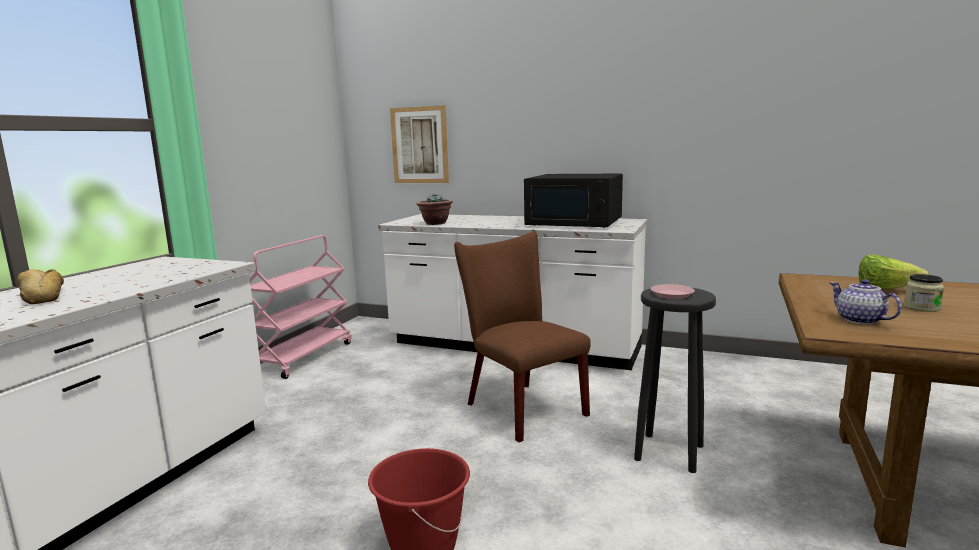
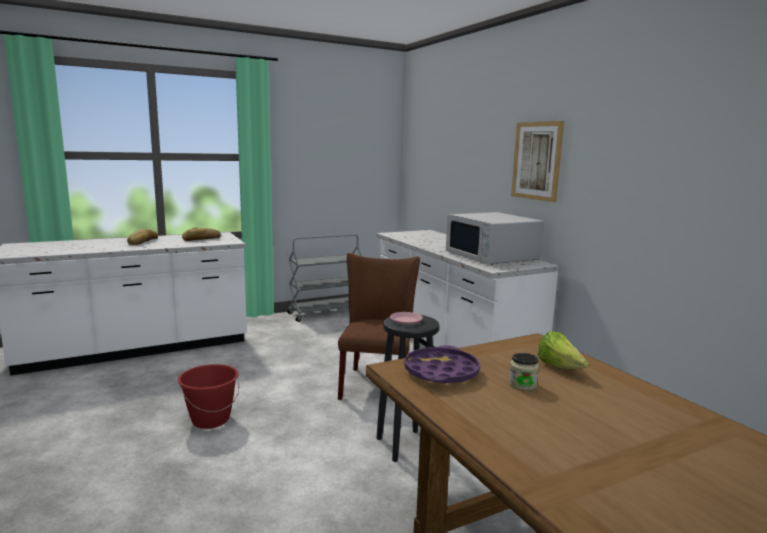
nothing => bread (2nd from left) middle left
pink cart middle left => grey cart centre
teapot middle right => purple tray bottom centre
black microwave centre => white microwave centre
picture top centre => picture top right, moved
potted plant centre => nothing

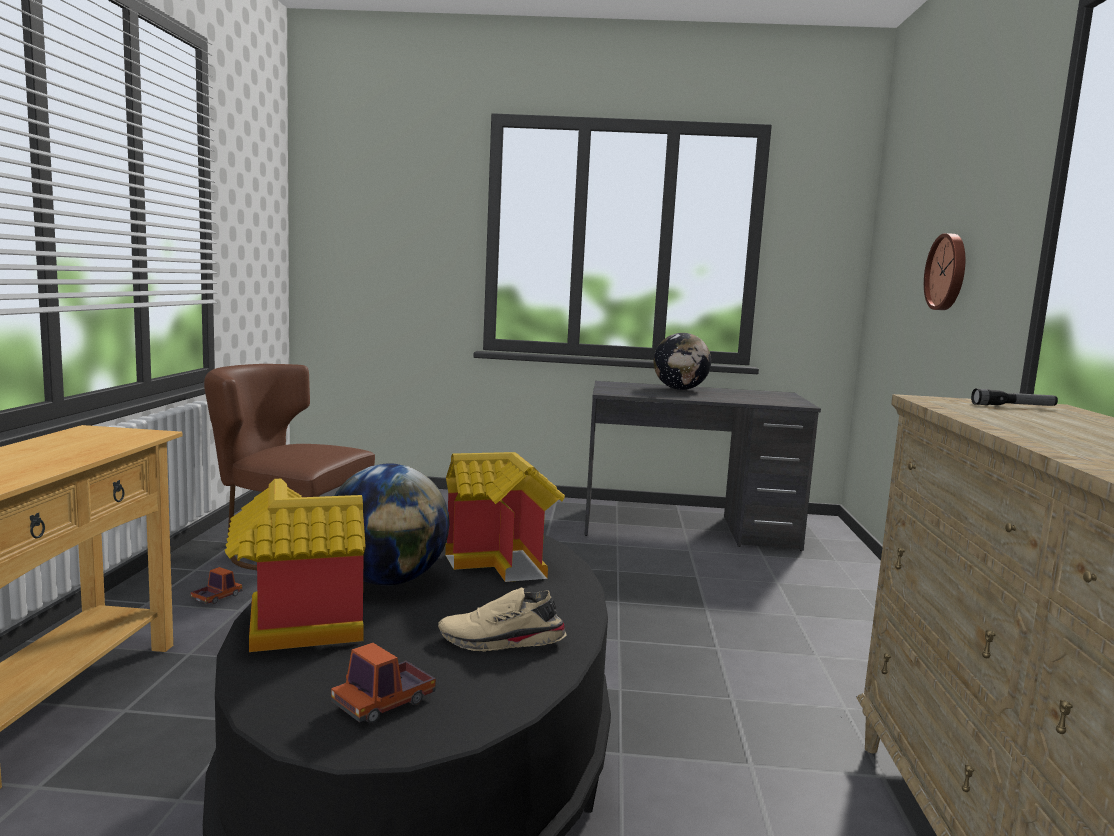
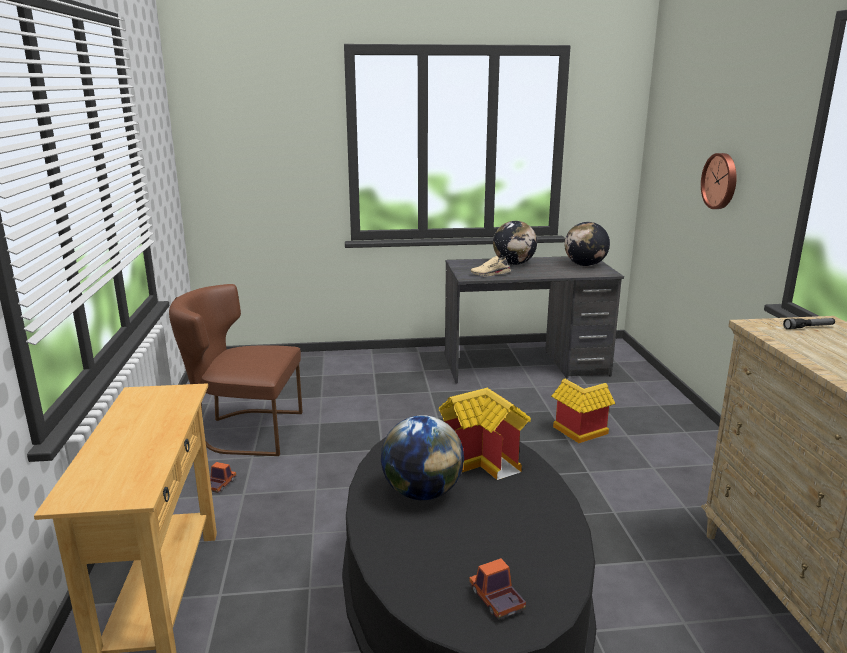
toy truck (2nd from left) bottom centre, 120 degrees clockwise
beige shoe bottom centre => beige shoe centre, moved
toy house (1st from left in the first image) bottom left => toy house (2nd from left) middle right, moved
nothing => globe (3rd from left) middle right

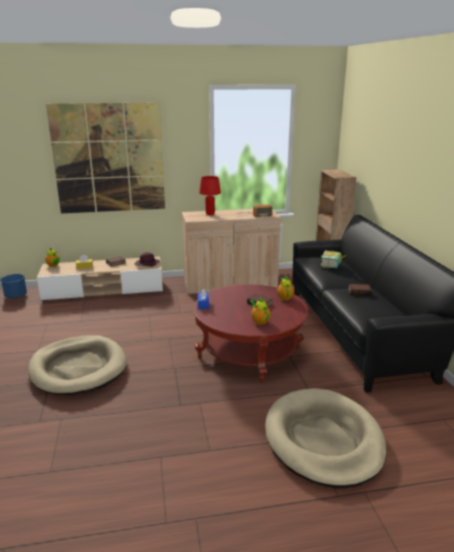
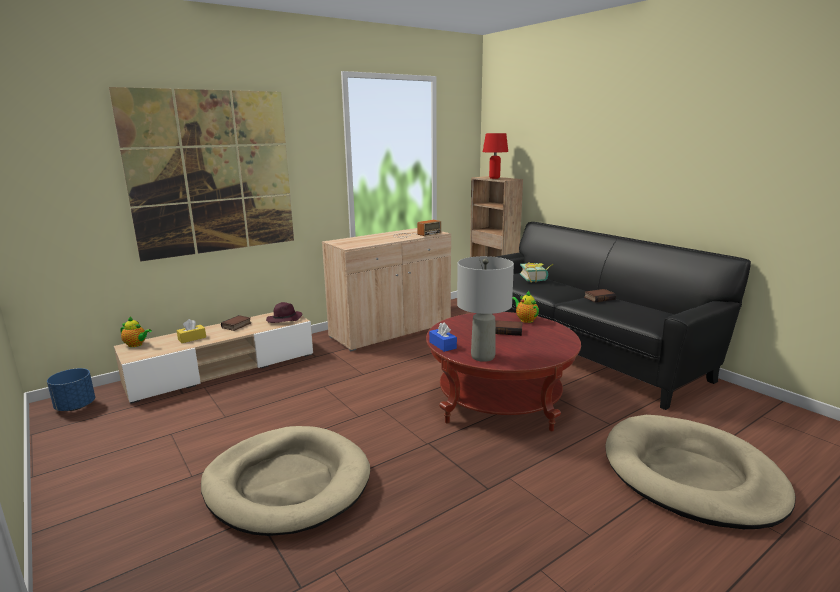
nothing => grey table lamp centre
red table lamp centre => red table lamp top centre, moved
teapot (2nd from left) centre => nothing

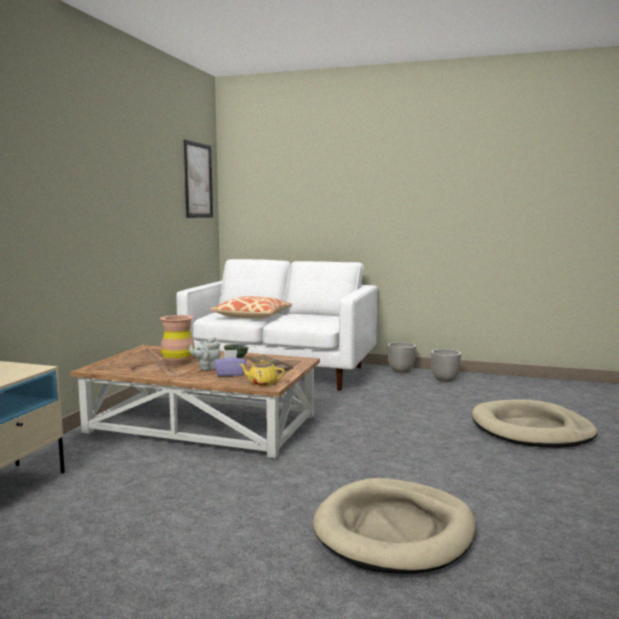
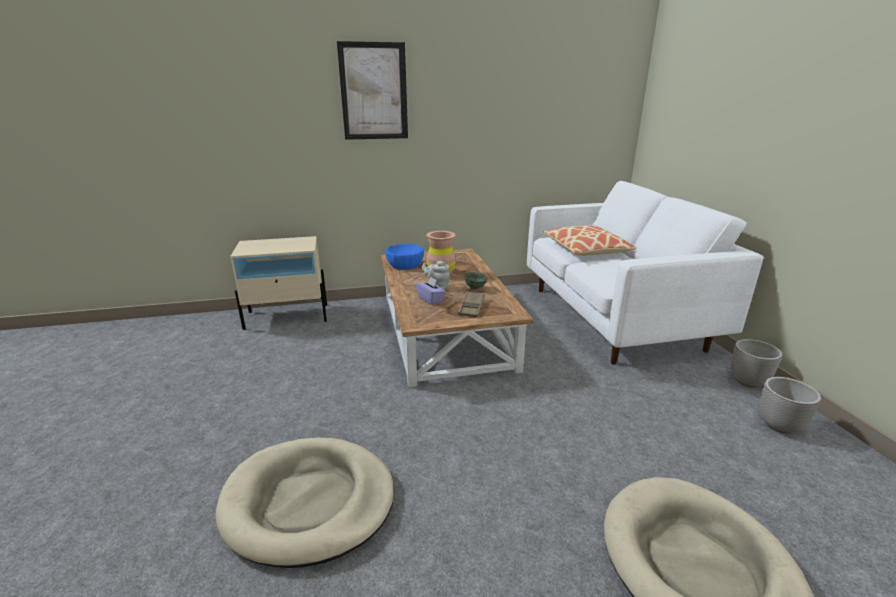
picture top left => picture top centre, moved
nothing => blue bowl centre
yellow teapot centre => nothing

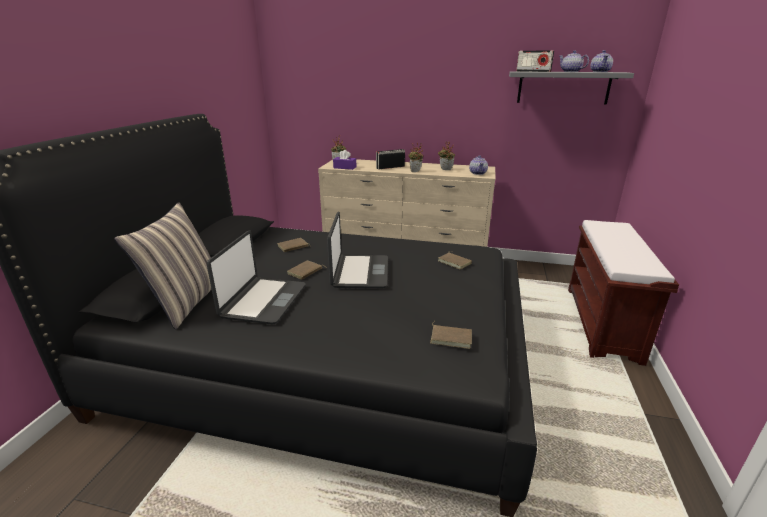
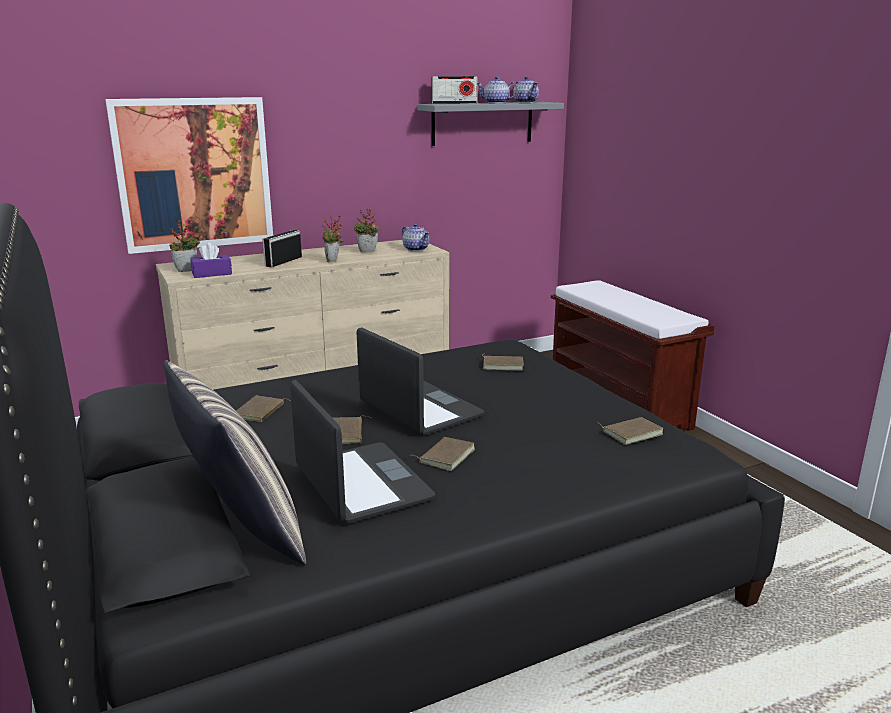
nothing => picture top left
nothing => brown book (3rd from left) centre

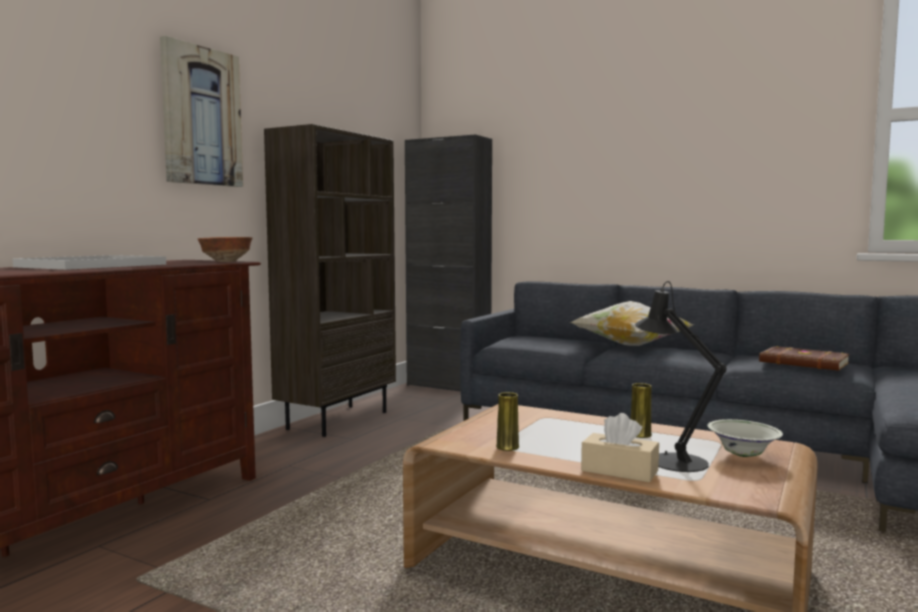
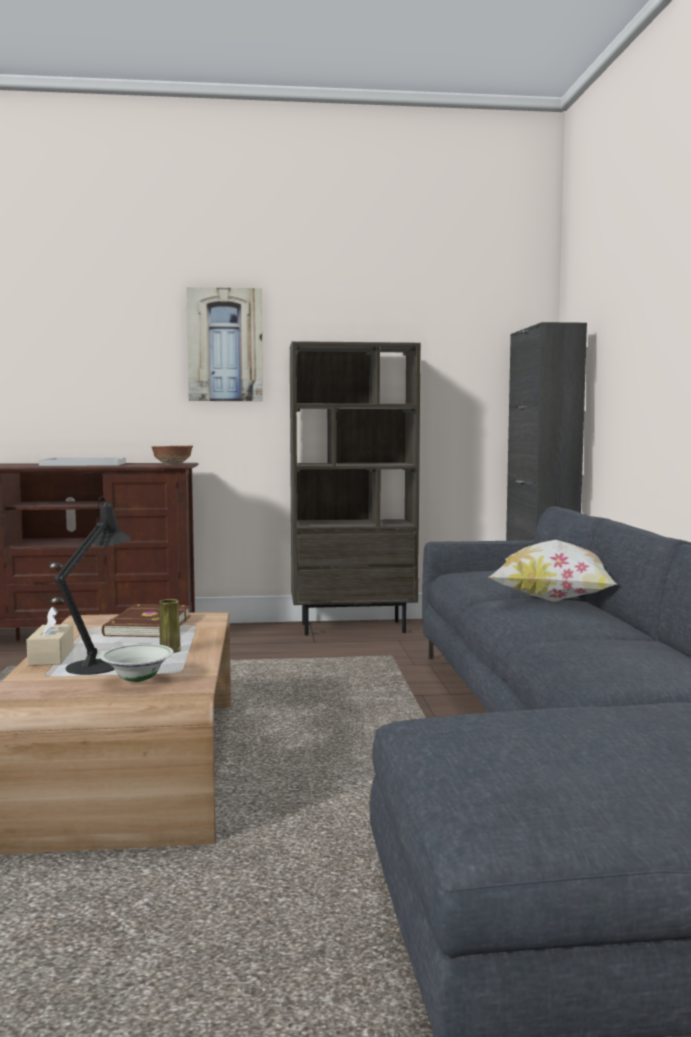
brown book middle right => brown book middle left, moved
yellow vase (1st from left) bottom centre => nothing

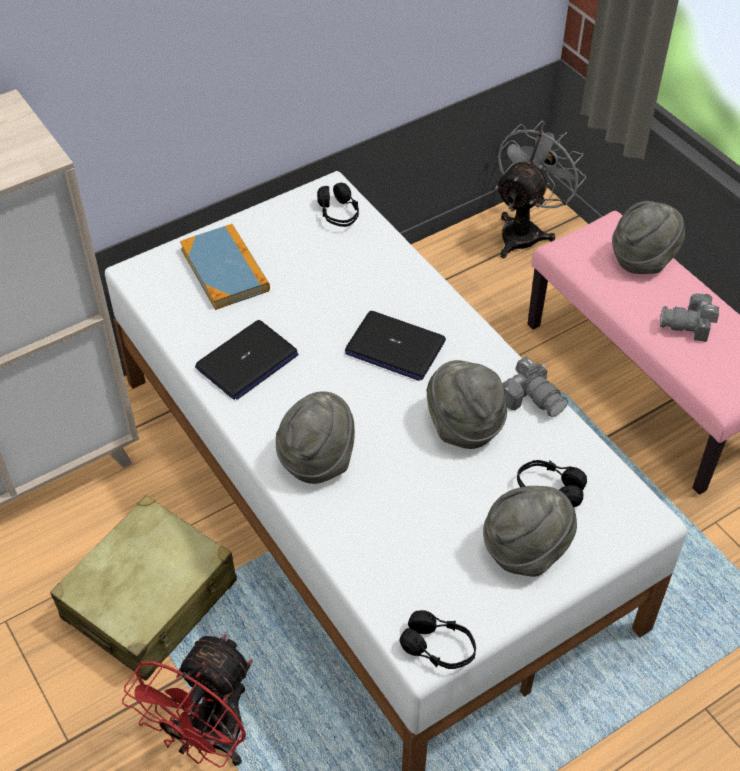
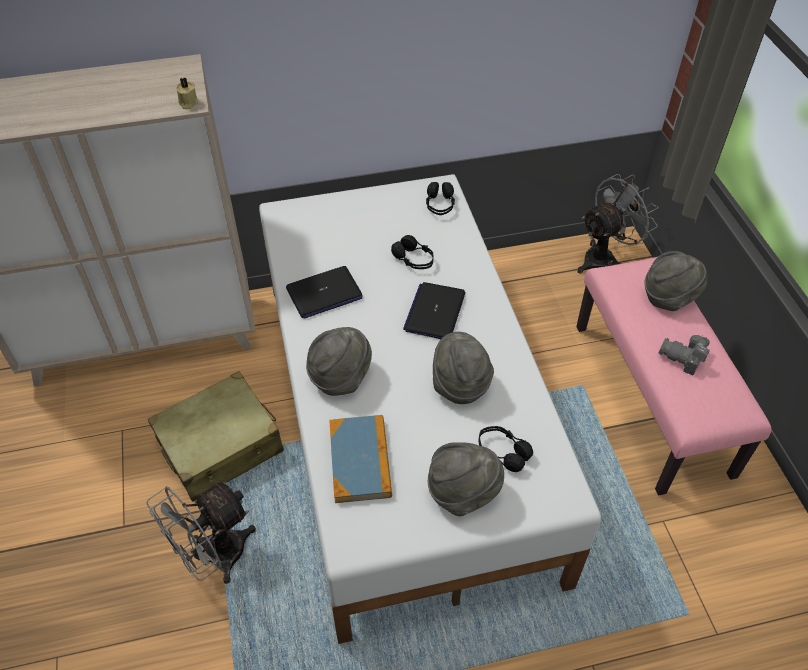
red fan bottom left => grey fan (1st from left) bottom left
nothing => beige candle top left
book middle left => book bottom centre, moved
black headphones (2nd from left in the first image) bottom centre => black headphones (1st from left) centre, moved
laptop (2nd from left) centre, 60 degrees clockwise
photo camera (1st from left) middle right => nothing

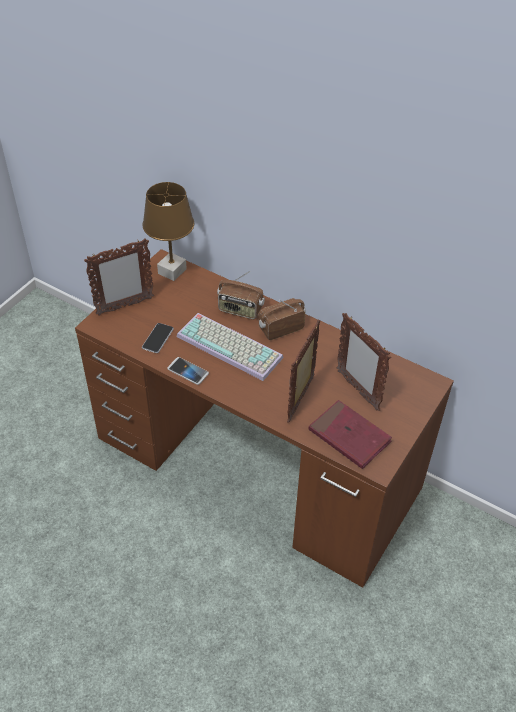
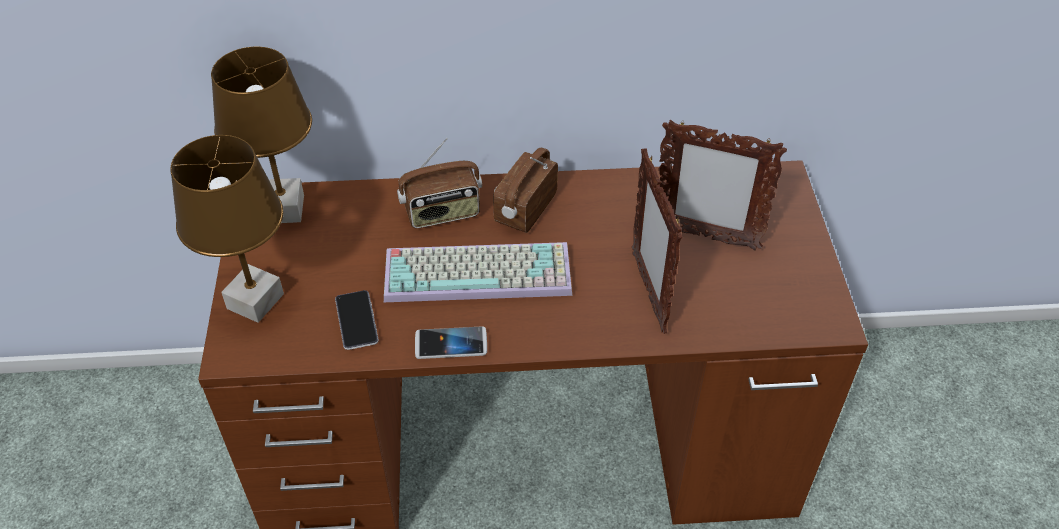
picture frame (1st from left) middle left => brown table lamp (1st from left) middle left
red book middle right => nothing

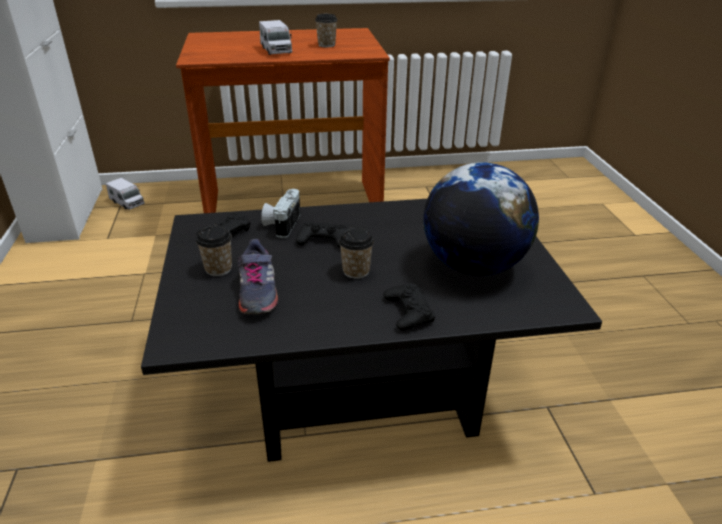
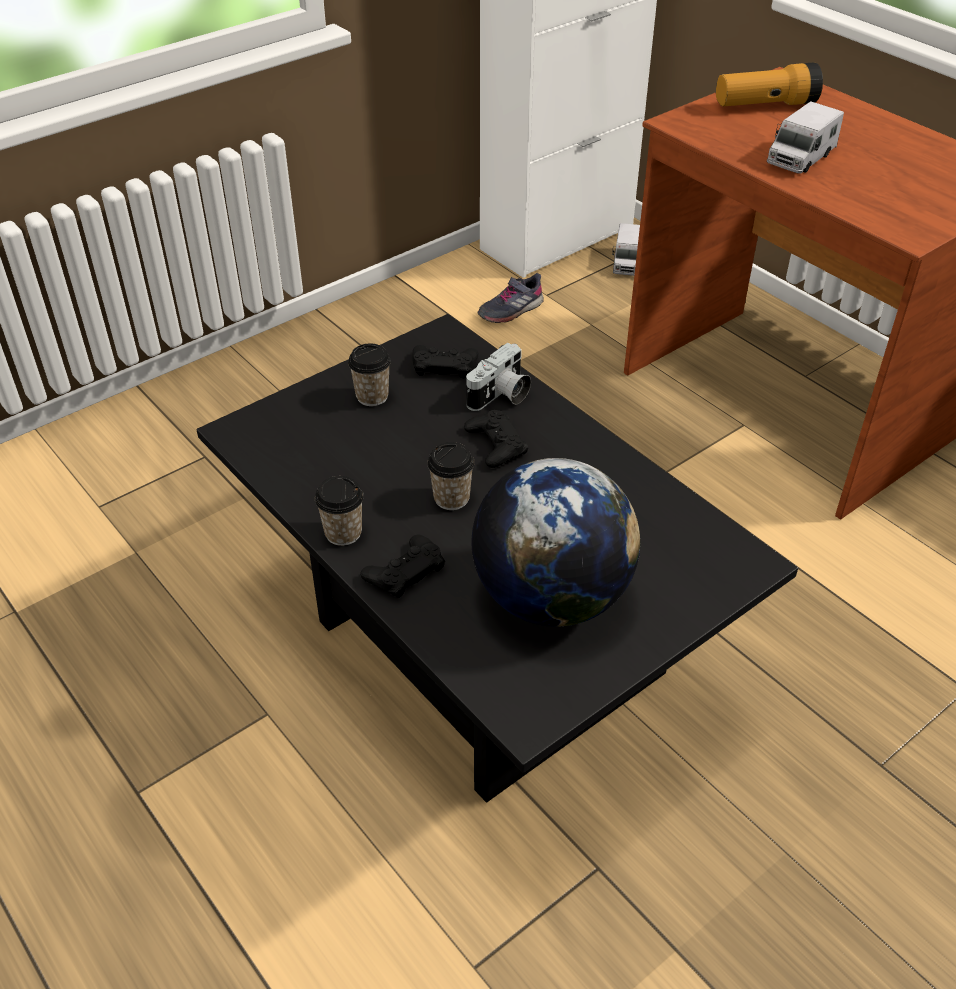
cup (2nd from left in the first image) top centre => cup (1st from left) centre, moved
photo camera centre, 150 degrees clockwise
grey shoe centre => grey shoe top centre, moved
nothing => flashlight top right

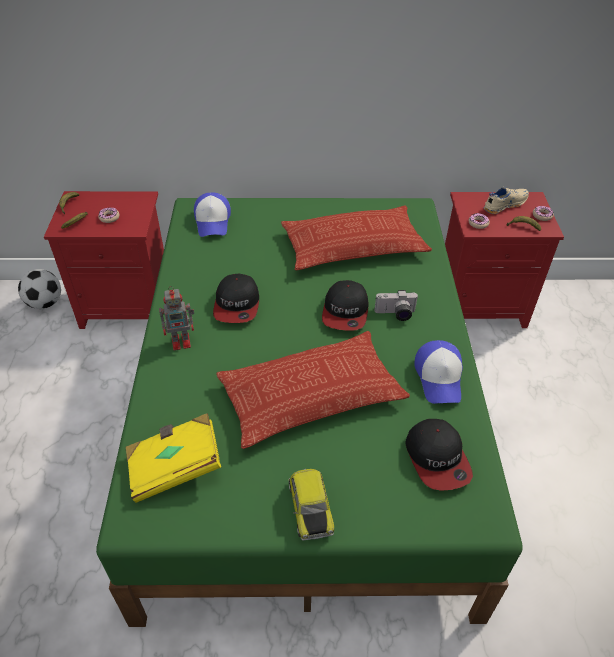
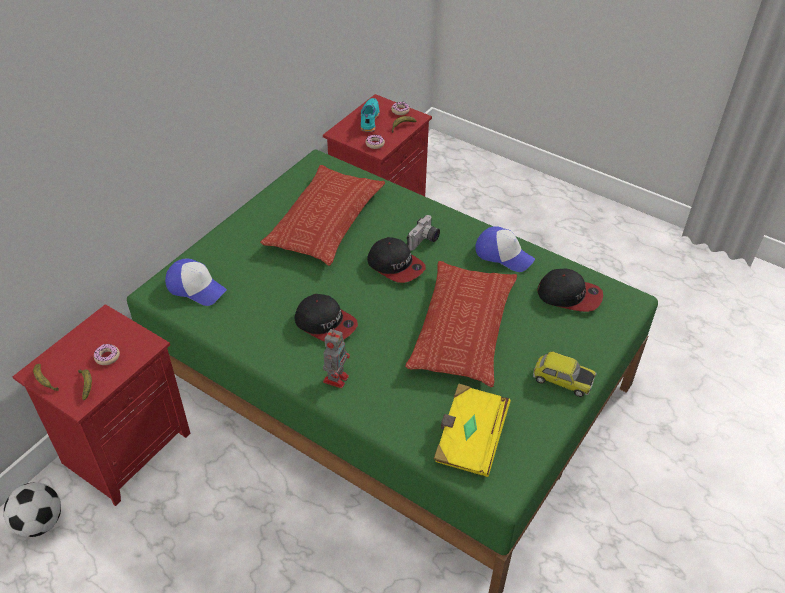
beige shoe top right => turquoise shoe top centre

